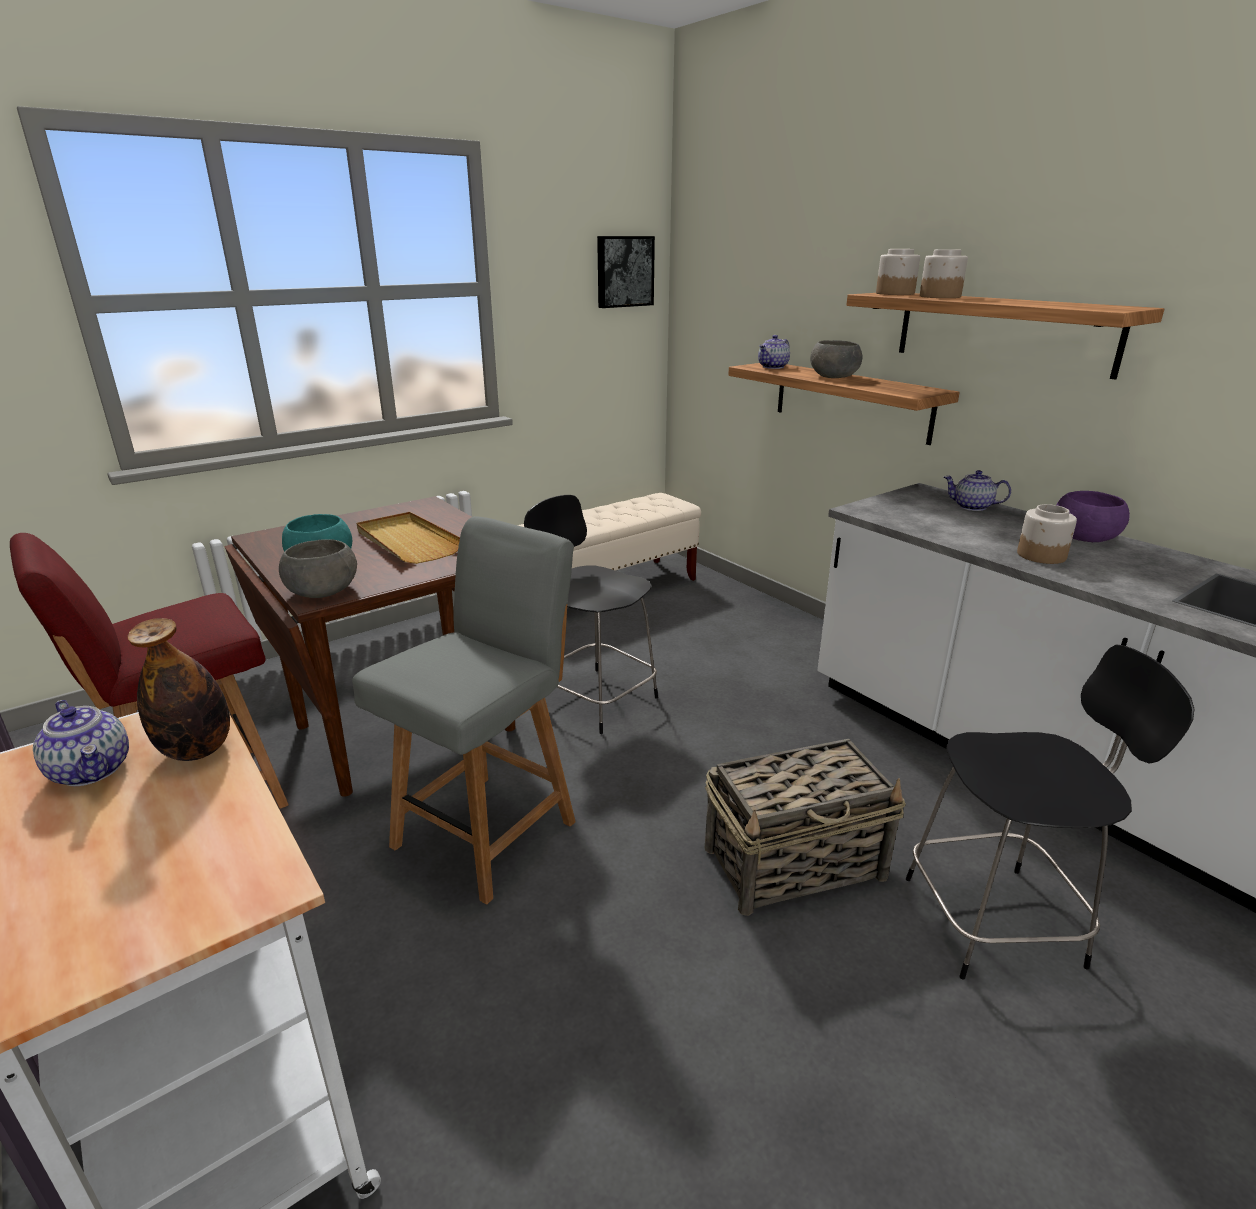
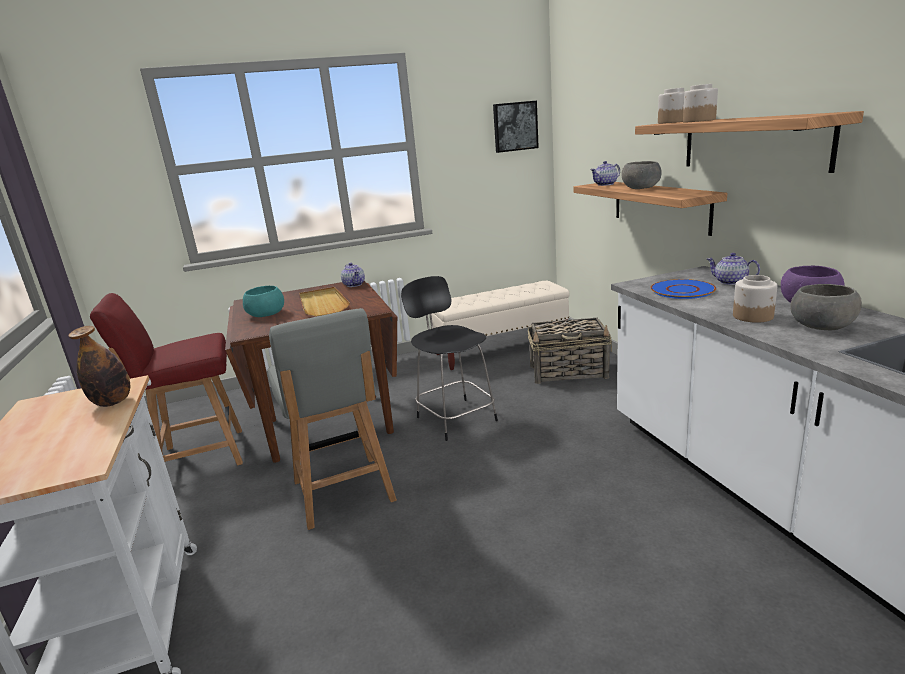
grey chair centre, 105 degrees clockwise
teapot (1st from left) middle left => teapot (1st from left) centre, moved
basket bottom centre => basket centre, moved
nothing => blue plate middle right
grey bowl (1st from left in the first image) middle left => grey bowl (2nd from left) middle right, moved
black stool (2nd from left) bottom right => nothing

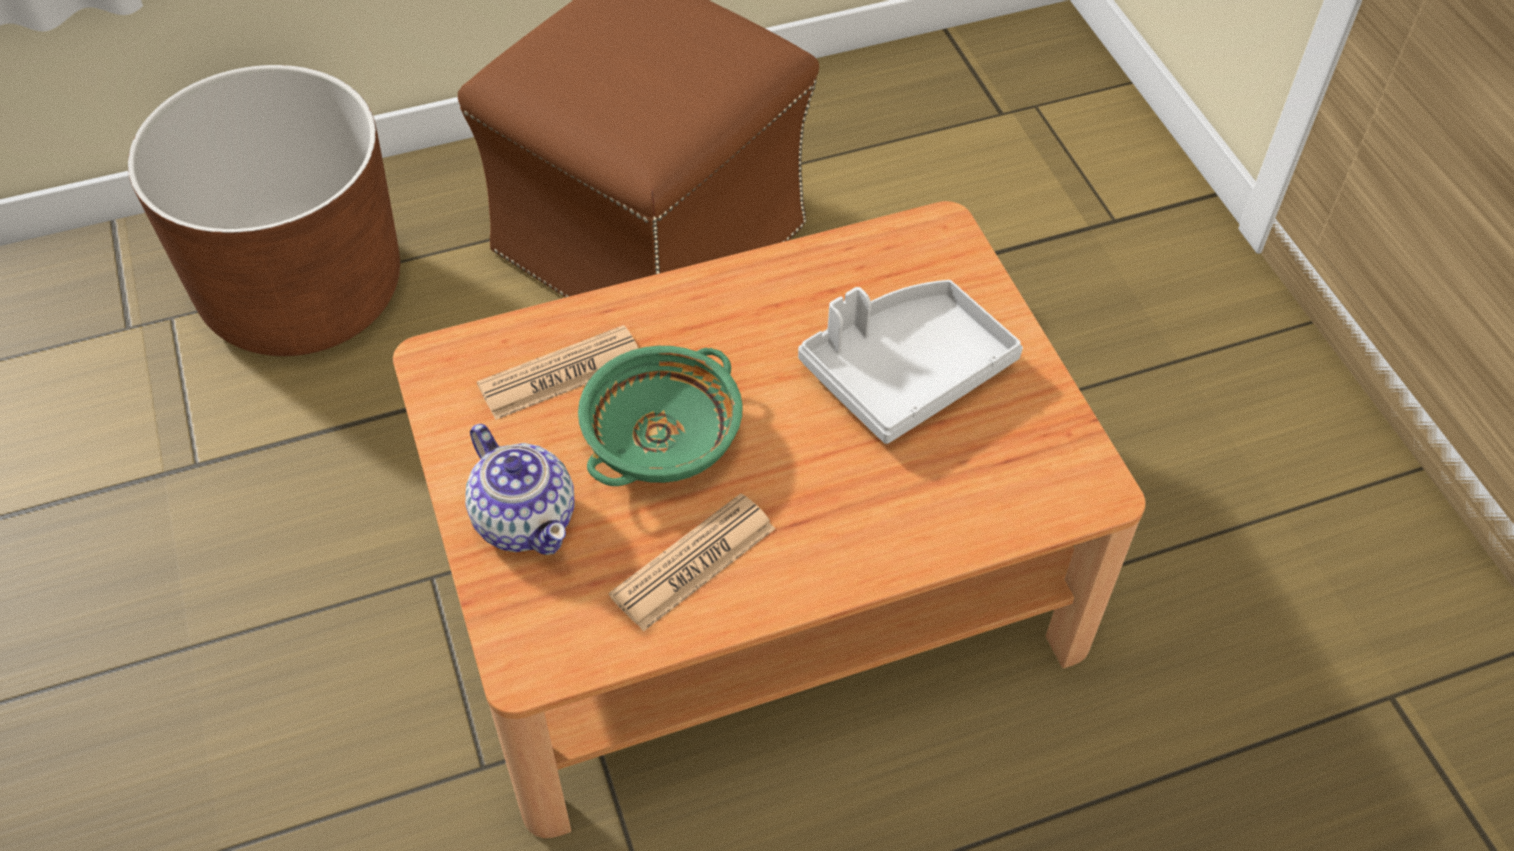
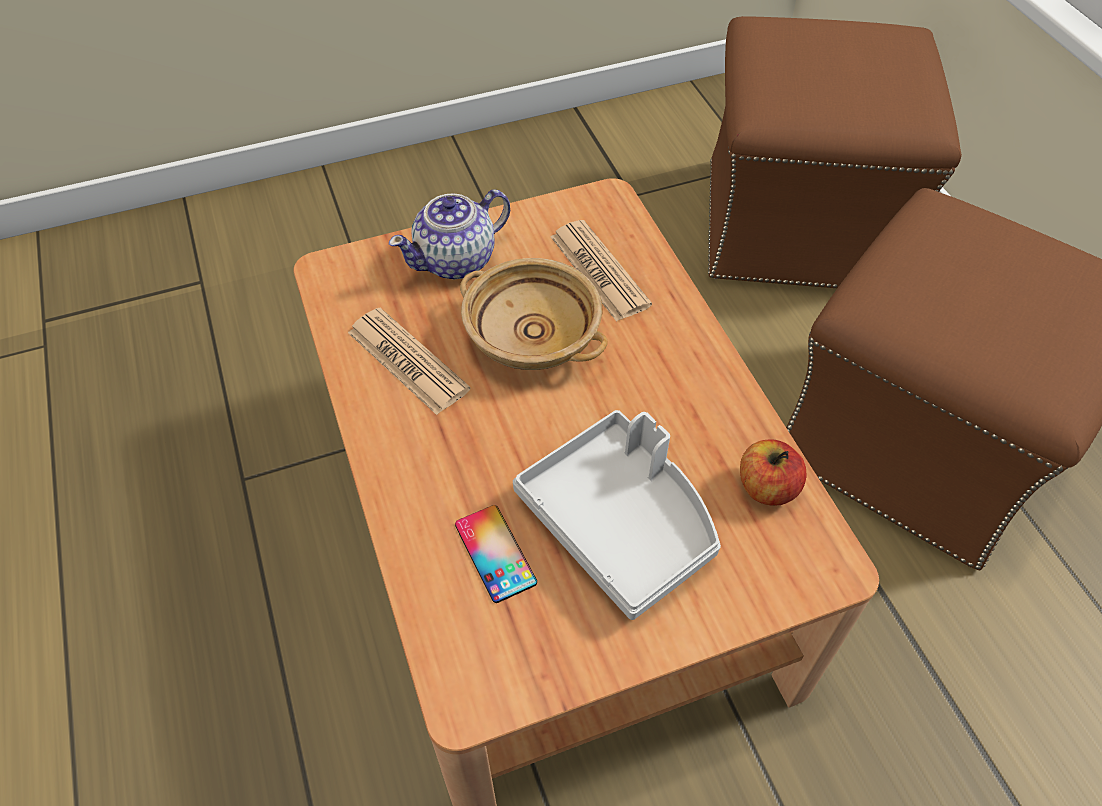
nothing => phone bottom centre
green bowl centre => beige bowl centre
brown planter top left => brown ottoman (1st from left) top right
nothing => apple middle right

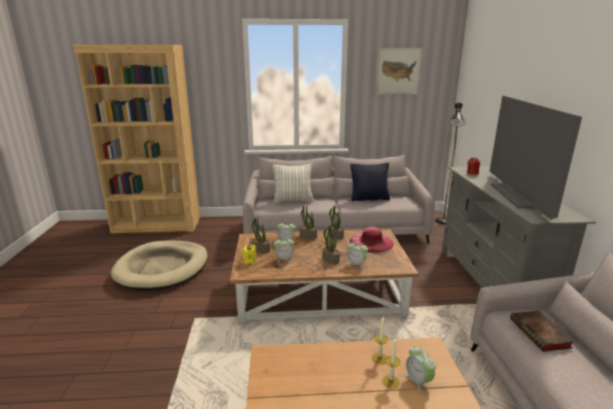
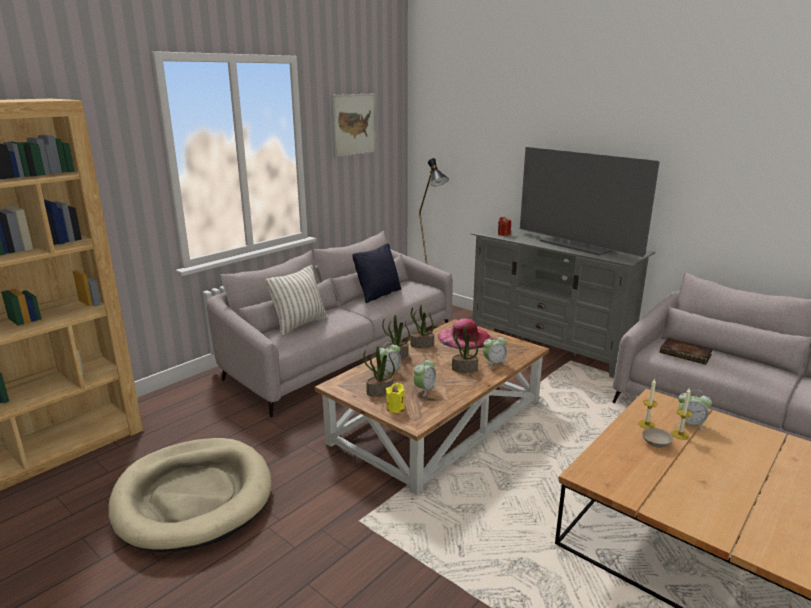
nothing => beige bowl bottom right

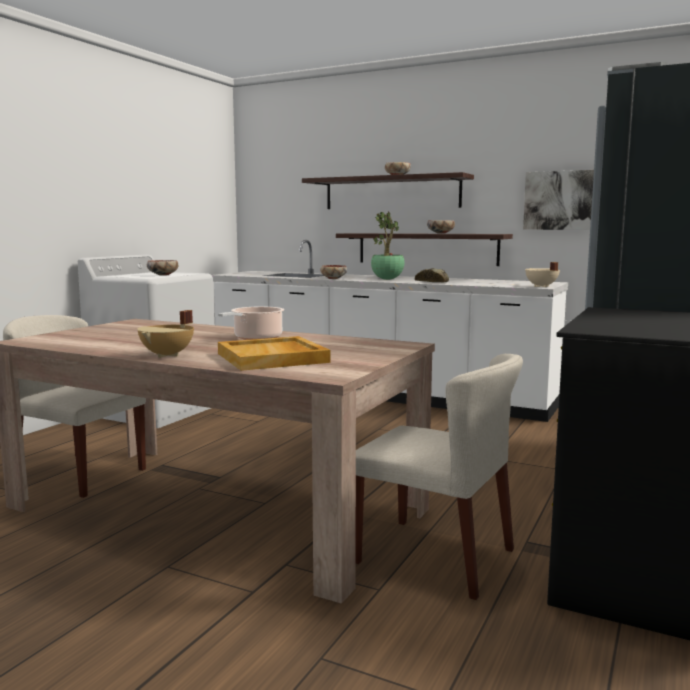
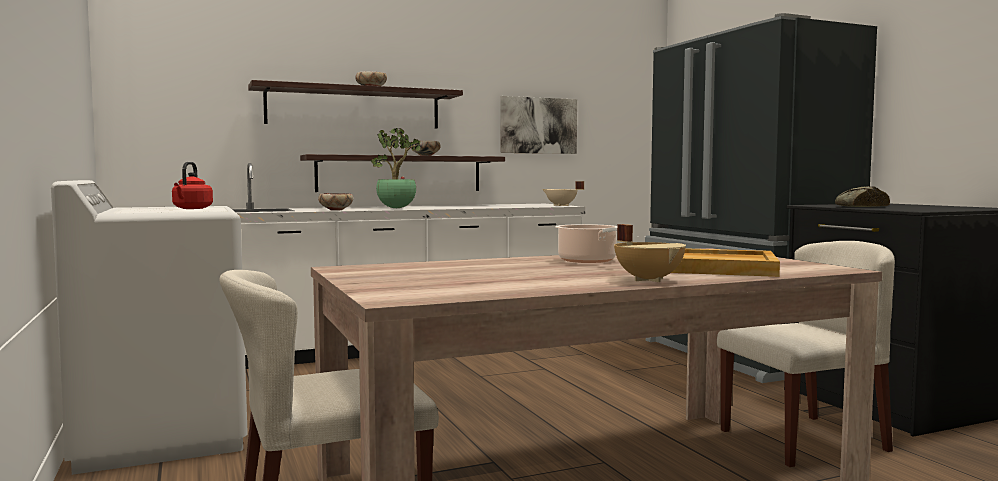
bowl (1st from left) middle left => red kettle middle left
bread centre => bread middle right, moved

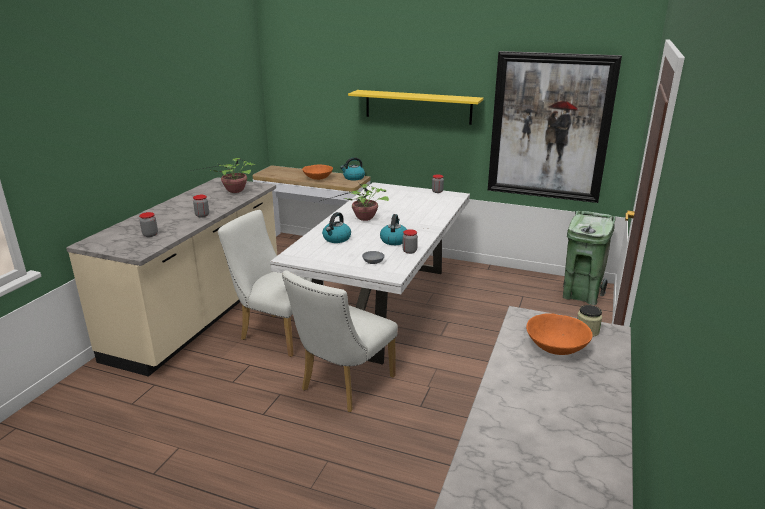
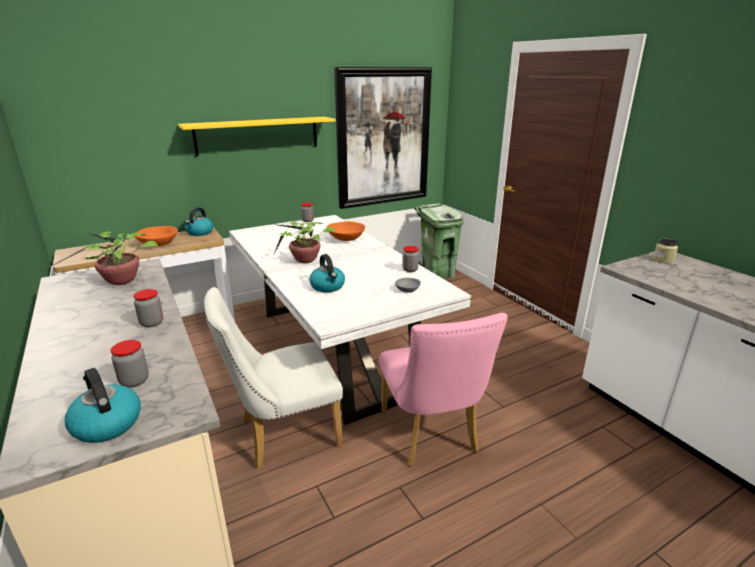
kettle (3rd from left in the first image) centre => kettle (1st from left) bottom left, moved
orange bowl (2nd from left) middle right => orange bowl (2nd from left) centre, moved
white chair (2nd from left) bottom centre => pink chair bottom centre

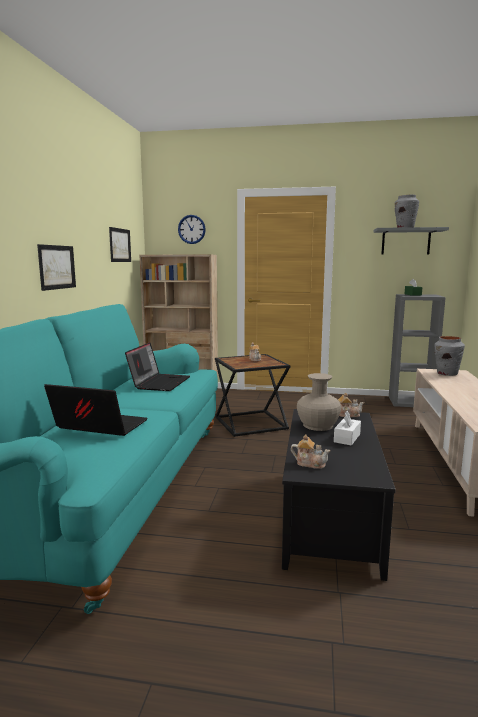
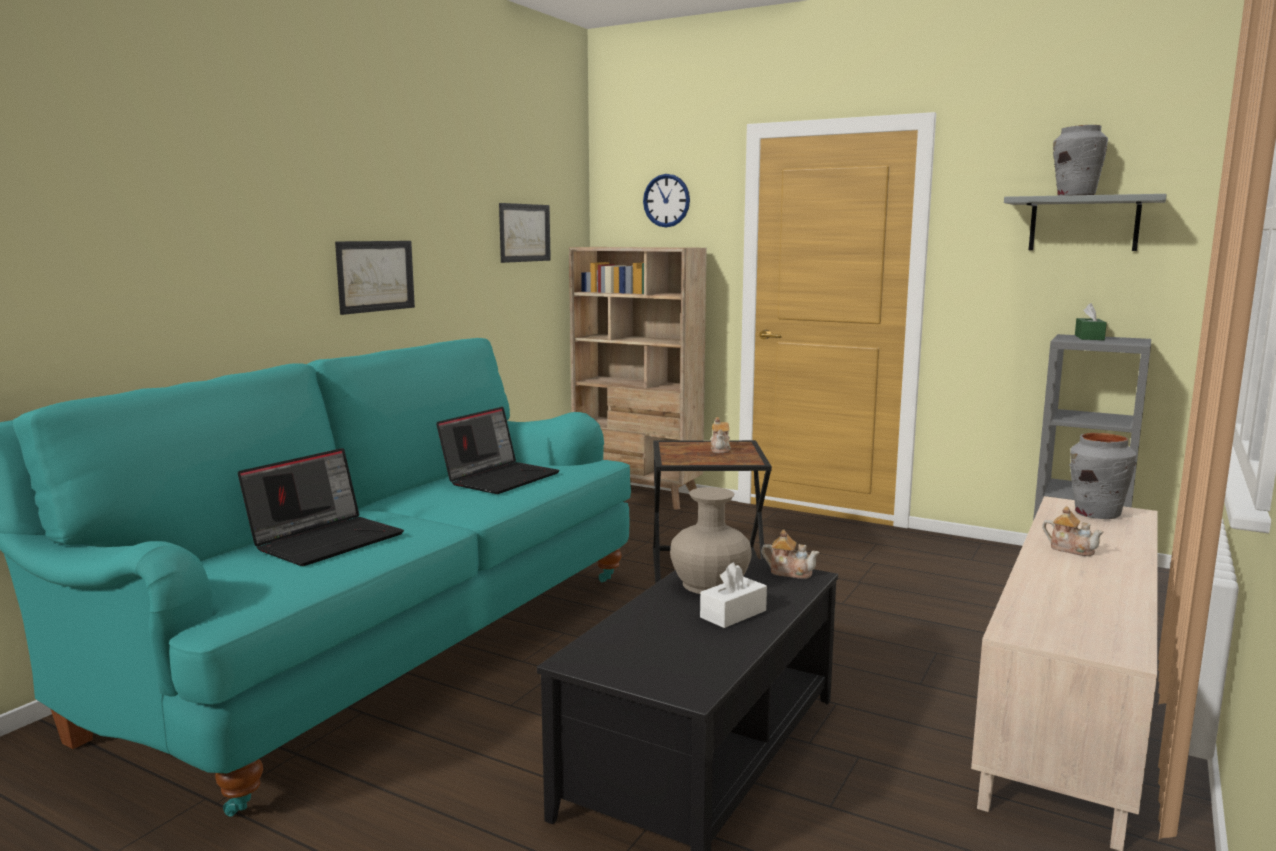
laptop (1st from left) middle left, 90 degrees clockwise
teapot (2nd from left in the first image) centre => teapot (3rd from left) middle right, moved

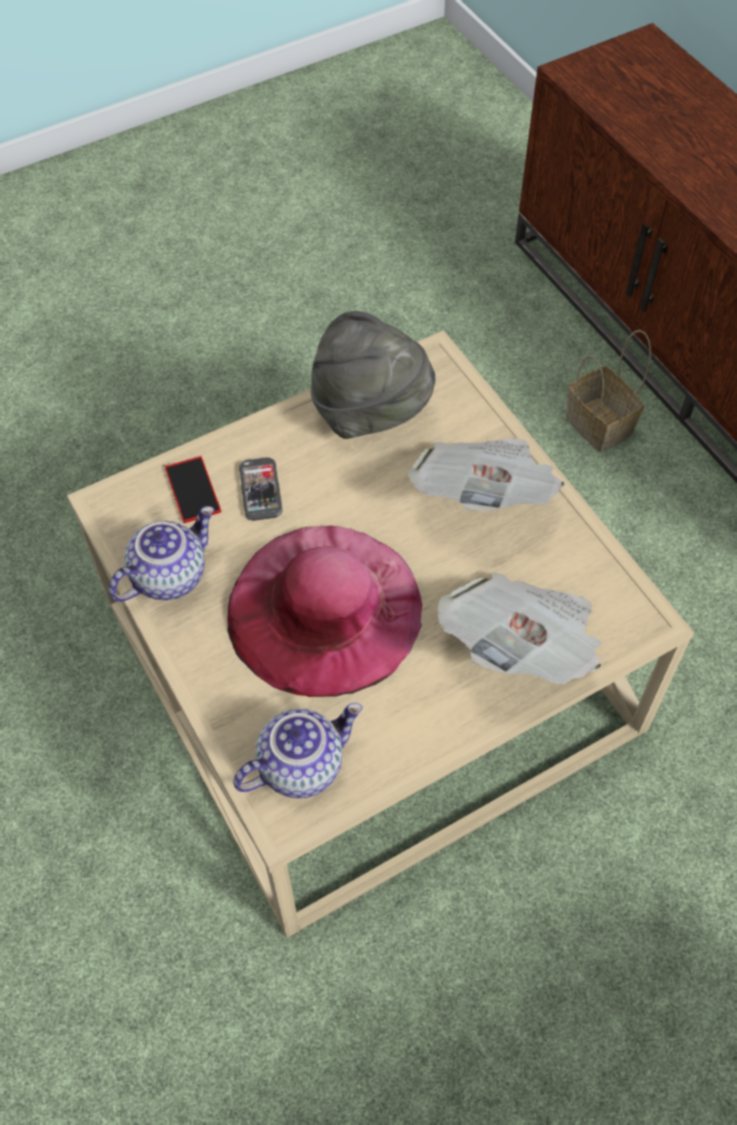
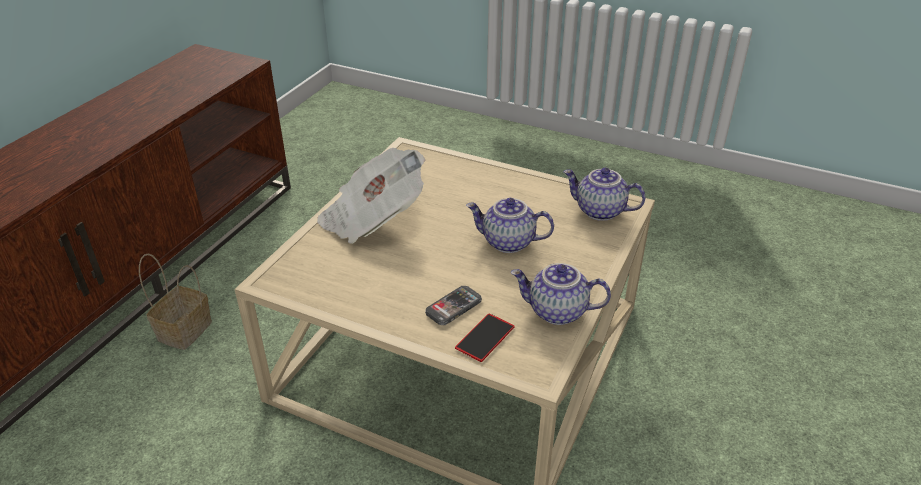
pink hat centre => teapot (1st from left) centre
grey hat centre => nothing
newspaper (2nd from left) middle right => nothing

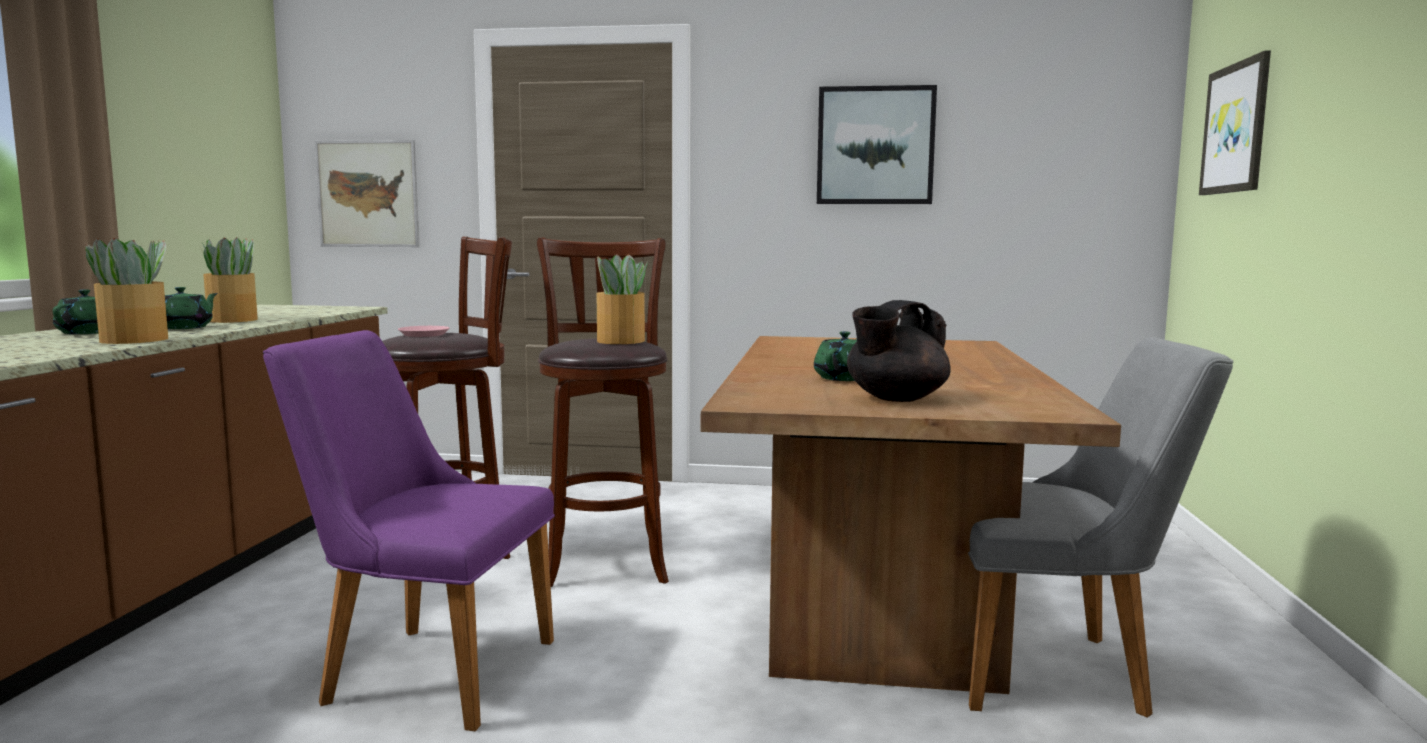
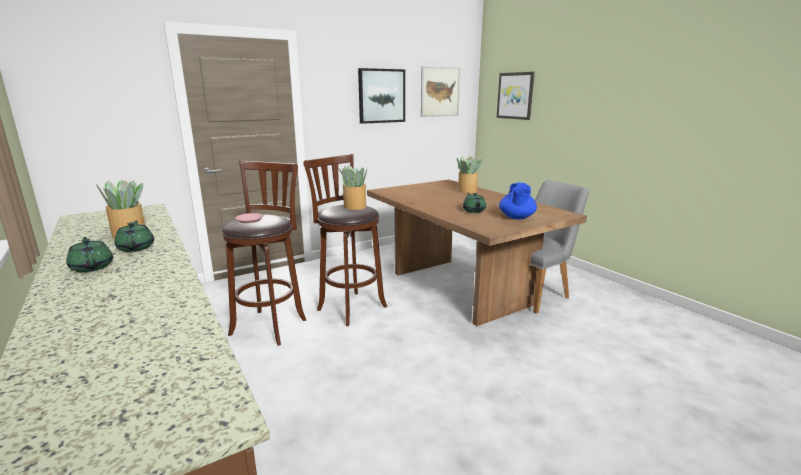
picture (1st from left in the first image) top left => picture (2nd from left) top centre, moved
potted plant (1st from left in the first image) middle left => potted plant (3rd from left) centre, moved
black teapot centre => blue teapot centre
purple chair bottom left => nothing

